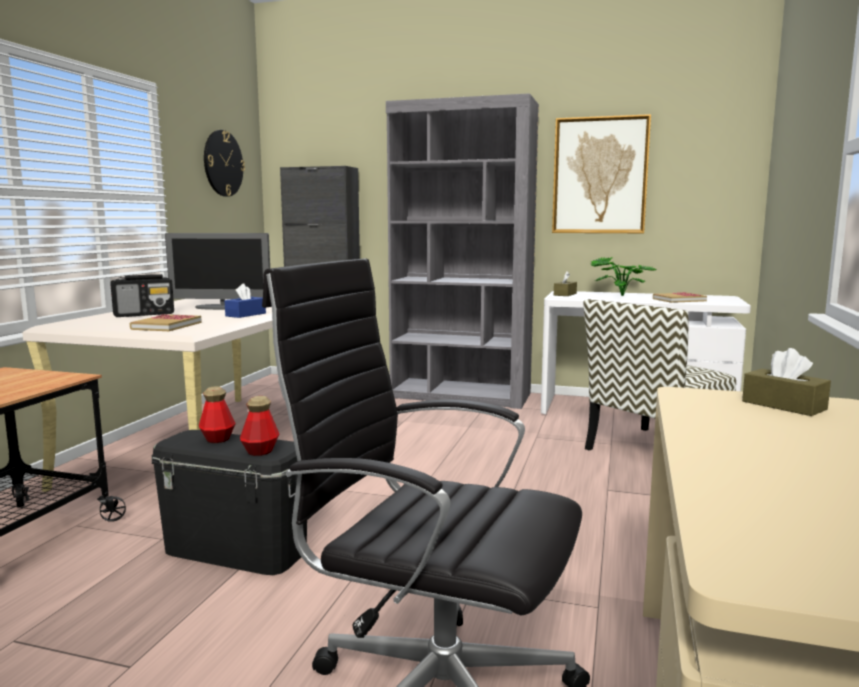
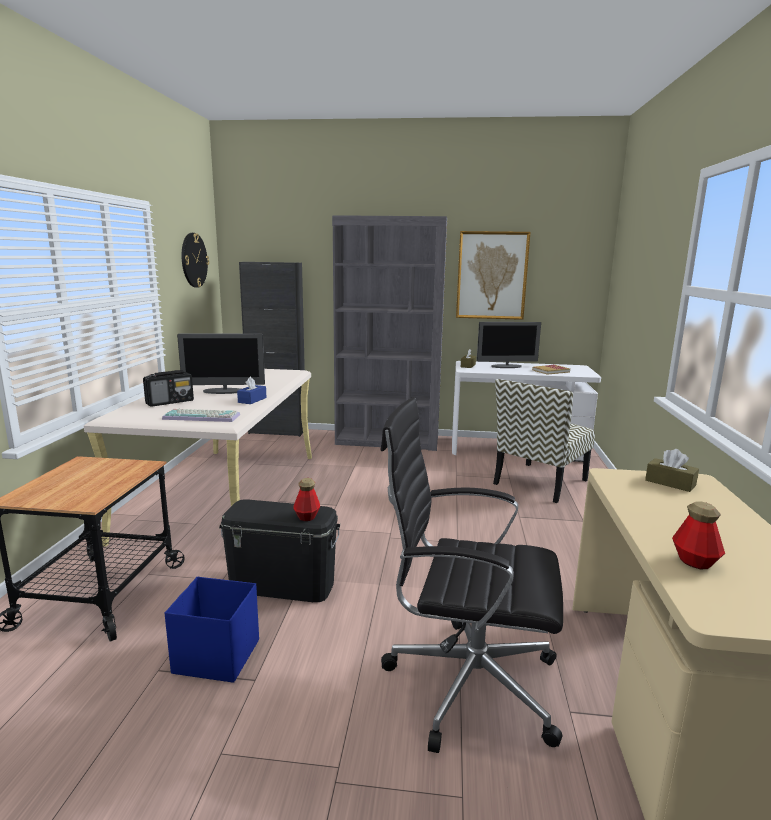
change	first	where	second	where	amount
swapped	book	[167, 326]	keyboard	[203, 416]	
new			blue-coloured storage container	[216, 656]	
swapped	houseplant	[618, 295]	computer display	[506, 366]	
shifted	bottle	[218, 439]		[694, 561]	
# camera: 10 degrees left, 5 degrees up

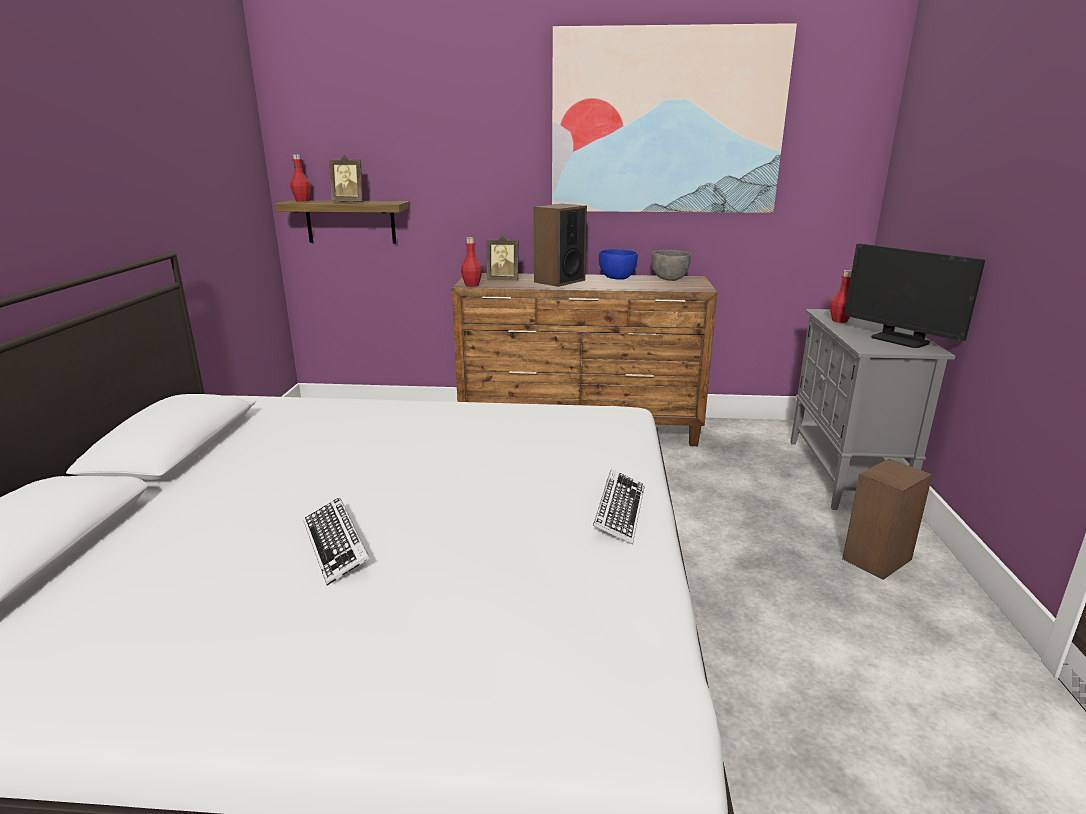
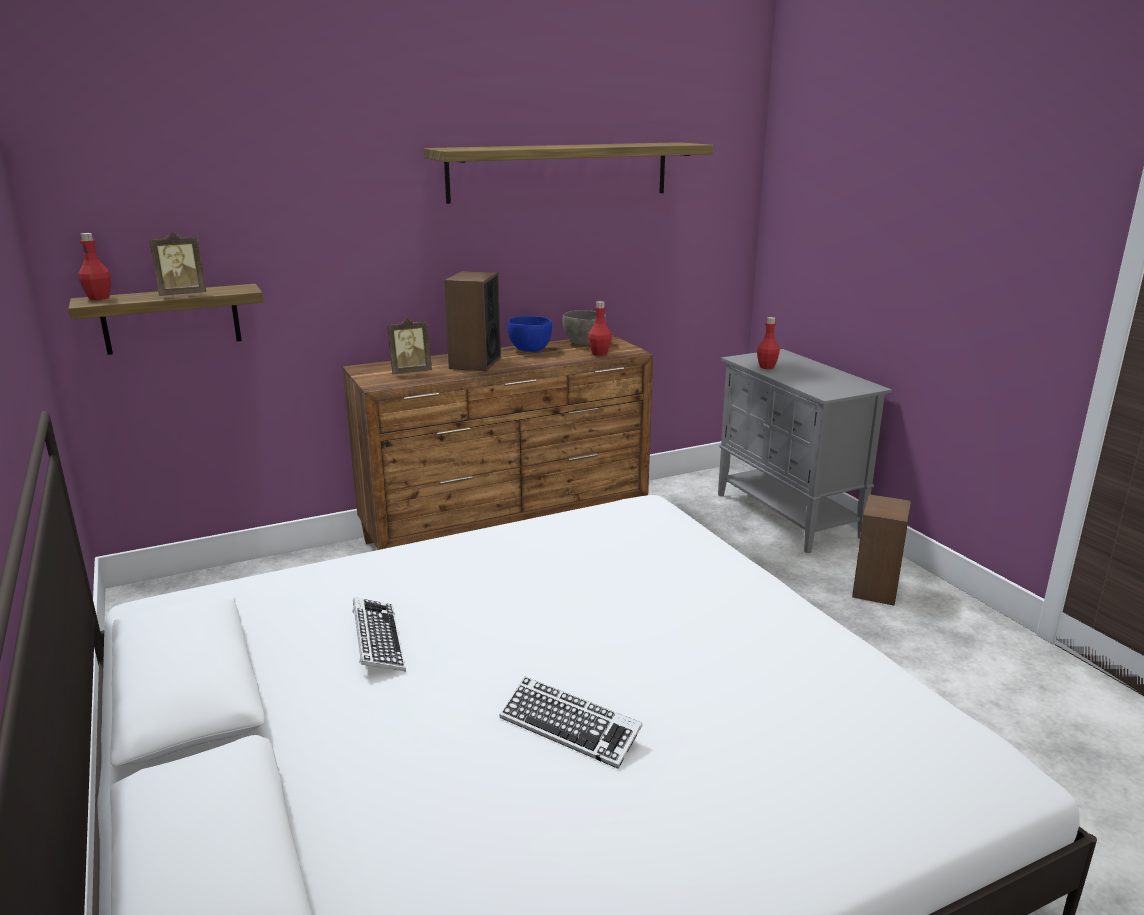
change	first	where	second	where	amount
shifted	keyboard	[619, 511]		[377, 641]	
swapped	wall picture	[666, 122]	bracket shelf	[560, 171]	
shifted	red bottle	[472, 285]		[599, 353]	
gone	computer display	[900, 340]			
# camera: 30 degrees left, 0 degrees up

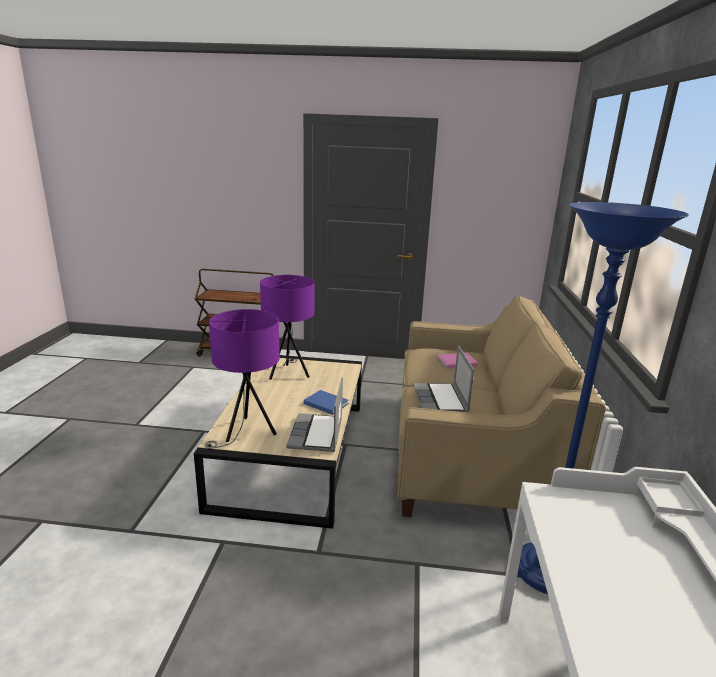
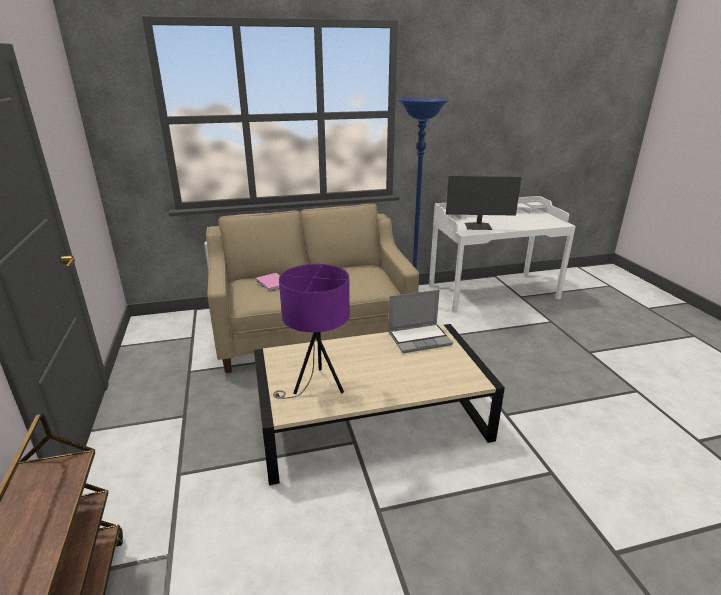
change	first	where	second	where	amount
new			computer display	[478, 226]	
gone	purple-coloured tabletop lamp	[246, 433]			
gone	blue-coloured book	[325, 403]			
gone	portable computer	[441, 400]			
# camera: 110 degrees left, 5 degrees up

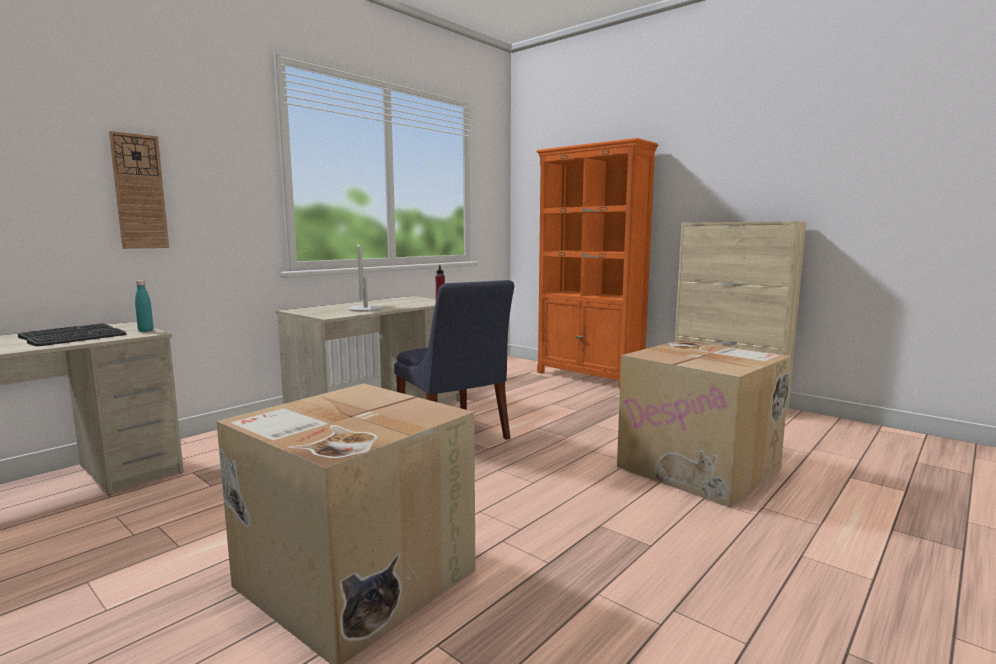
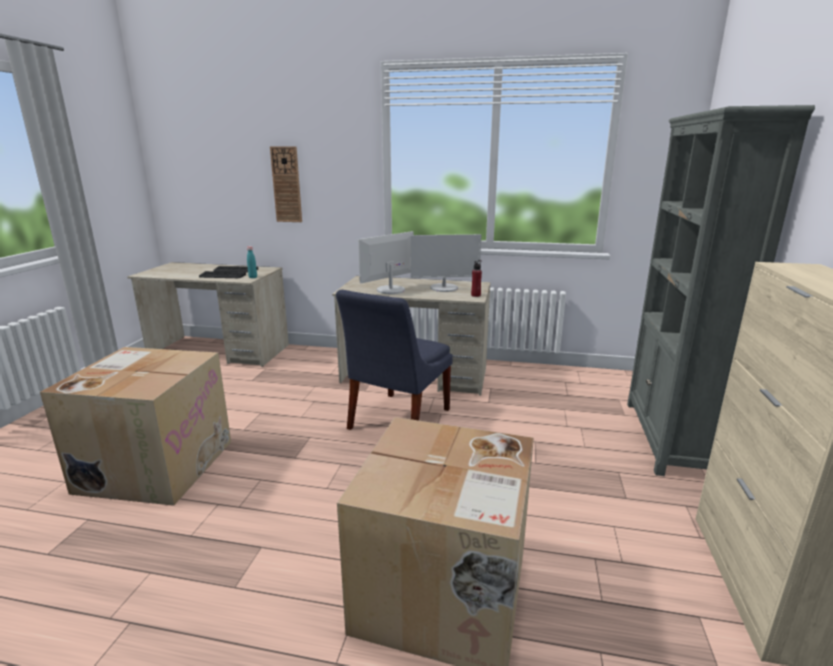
change	first	where	second	where	amount
new			computer display	[444, 288]	
repainted	orange-coloured shelving unit	[589, 377]	greyish shelving unit	[667, 438]	
# camera: 60 degrees right, 10 degrees up

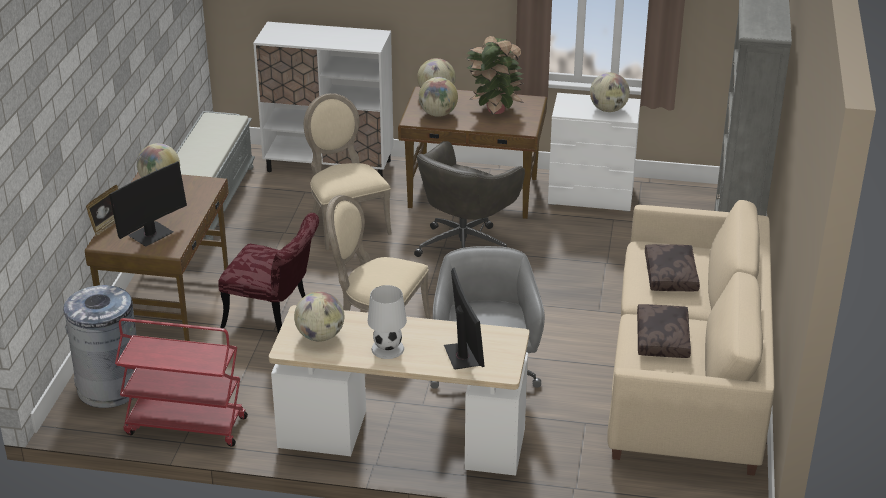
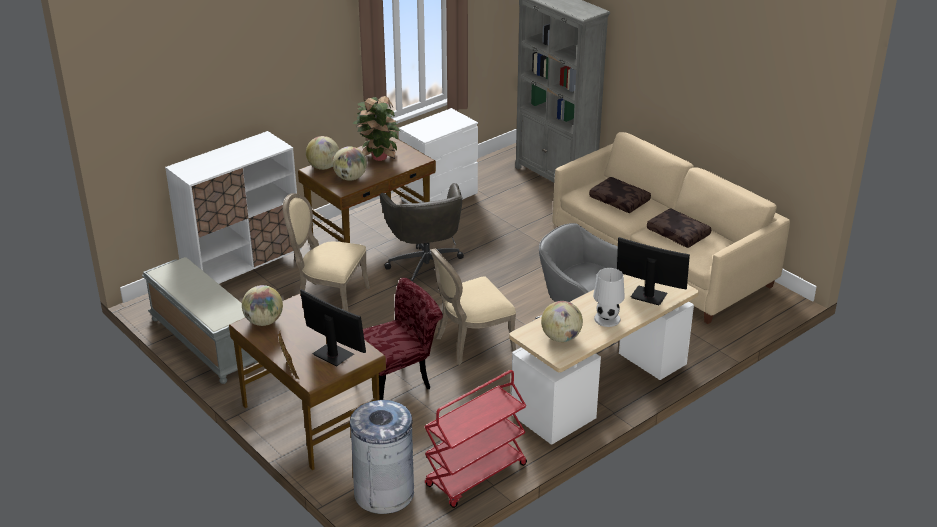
change	first	where	second	where	amount
rotated	computer display	[151, 234]		[333, 354]	45 degrees counterclockwise
gone	world globe	[608, 109]			
# camera: 50 degrees left, 0 degrees up

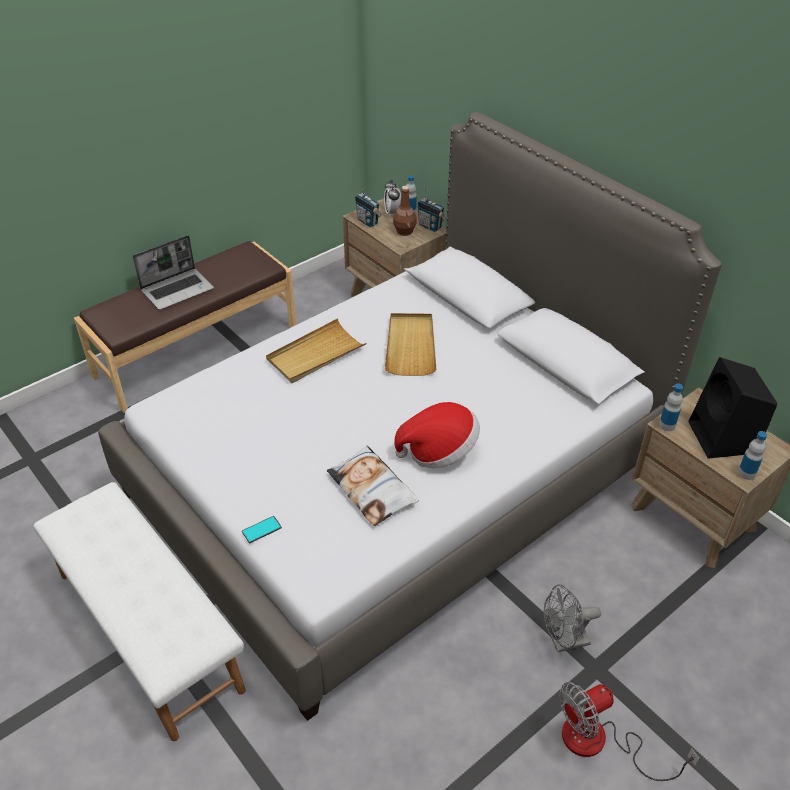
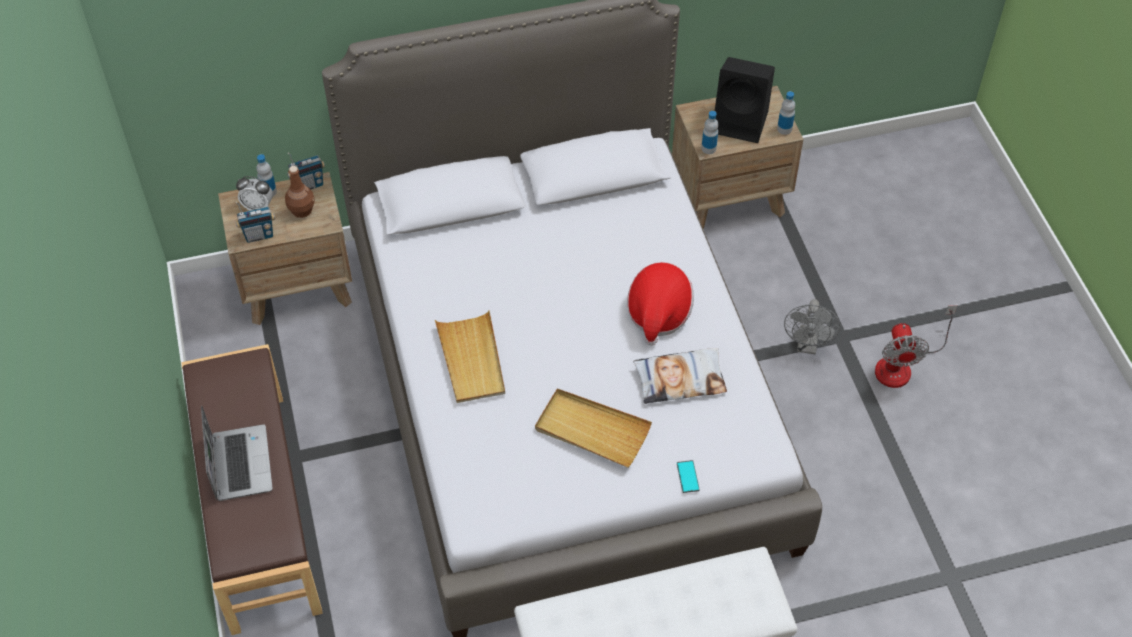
change	first	where	second	where	amount
shifted	sand-coloured carrying tray	[410, 346]		[592, 430]	
# camera: 65 degrees left, 10 degrees up

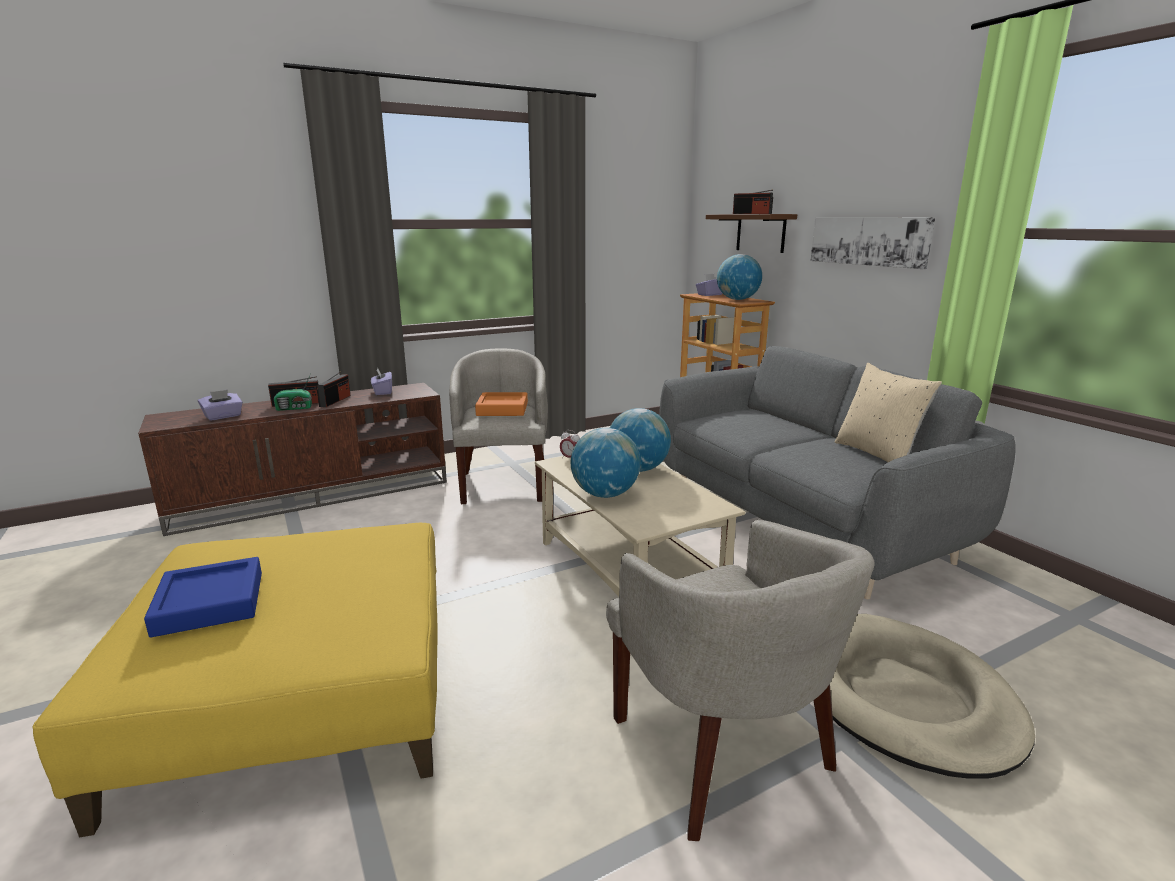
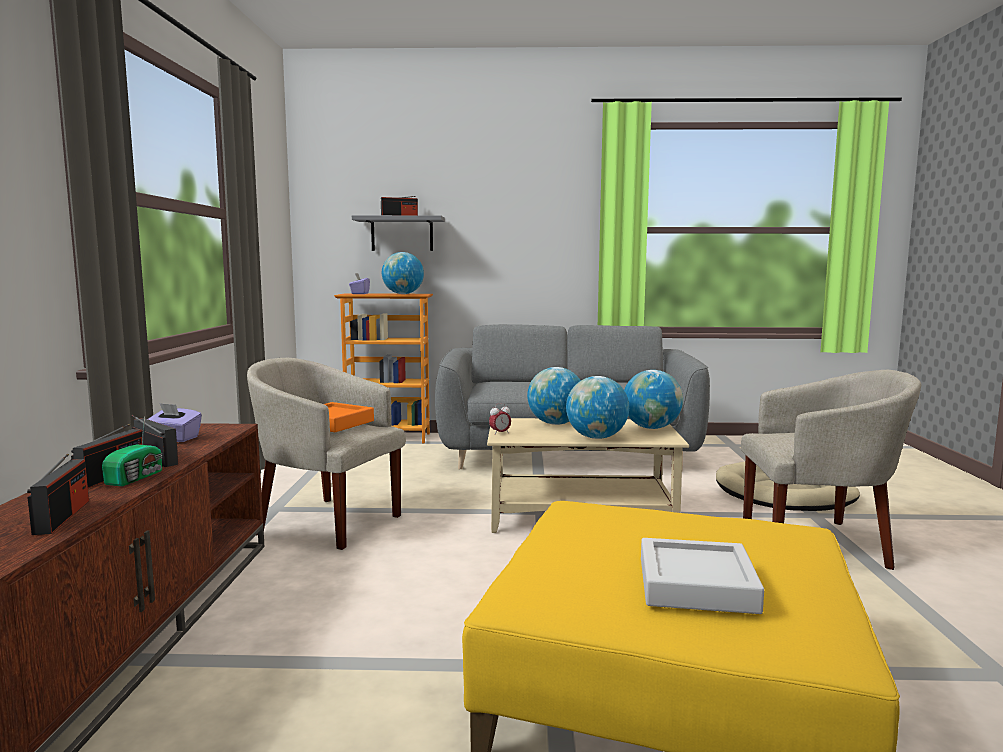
change	first	where	second	where	amount
swapped	purple-coloured tissue holder	[223, 416]	radio set	[62, 516]	
repainted	brown bracket shelf	[760, 233]	greyish bracket shelf	[402, 234]	
new			world globe	[651, 428]	
repainted	blue-coloured carrying tray	[210, 603]	greyish carrying tray	[696, 585]	
gone	wall picture	[869, 241]			
gone	sand-coloured cushion	[878, 454]			
# camera: 60 degrees left, 10 degrees down

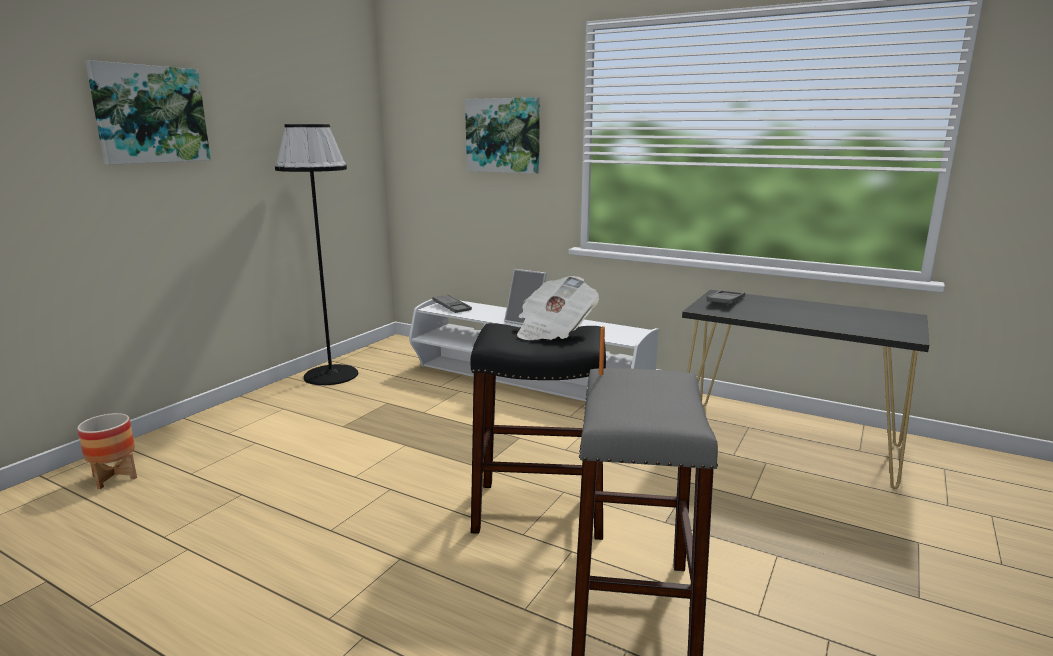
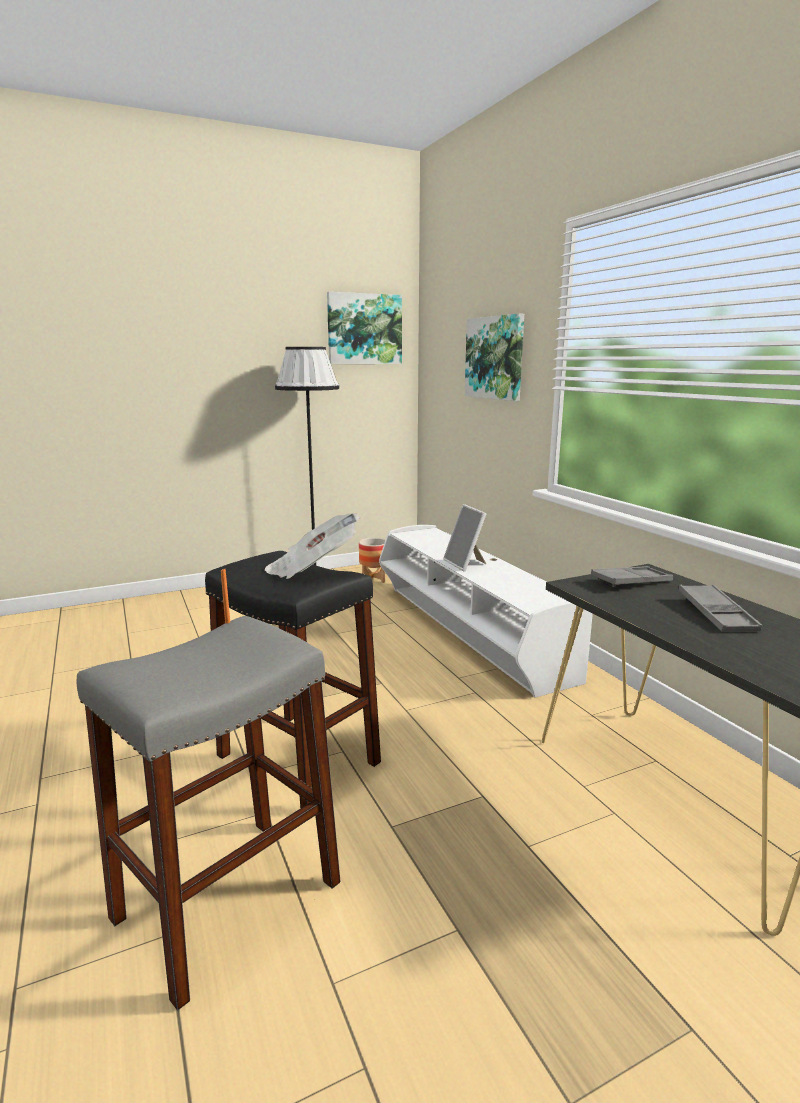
change	first	where	second	where	amount
shifted	wall picture	[150, 114]		[364, 329]	
shifted	flower pot	[115, 477]		[373, 579]	
shifted	greyish carrying tray	[452, 307]		[716, 614]	
# camera: 35 degrees right, 0 degrees up

